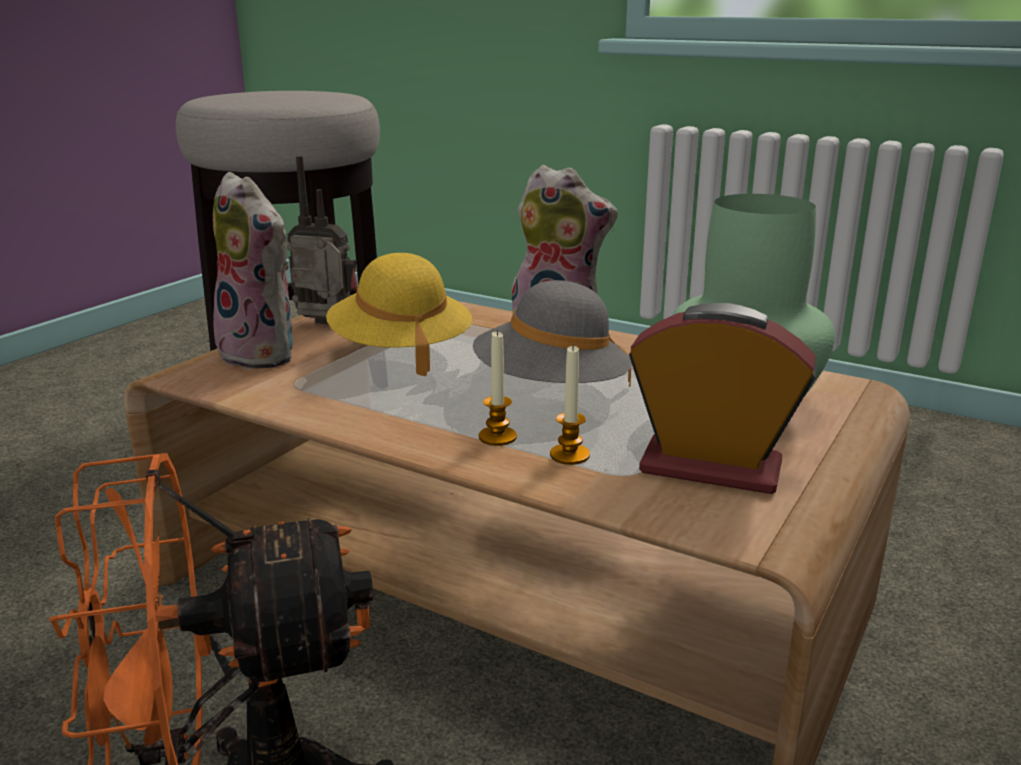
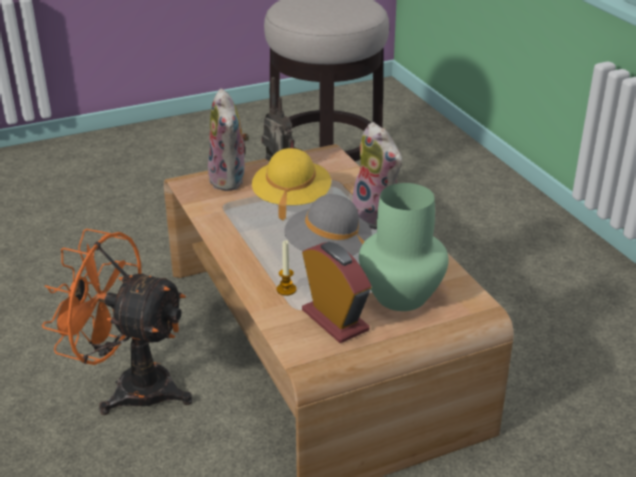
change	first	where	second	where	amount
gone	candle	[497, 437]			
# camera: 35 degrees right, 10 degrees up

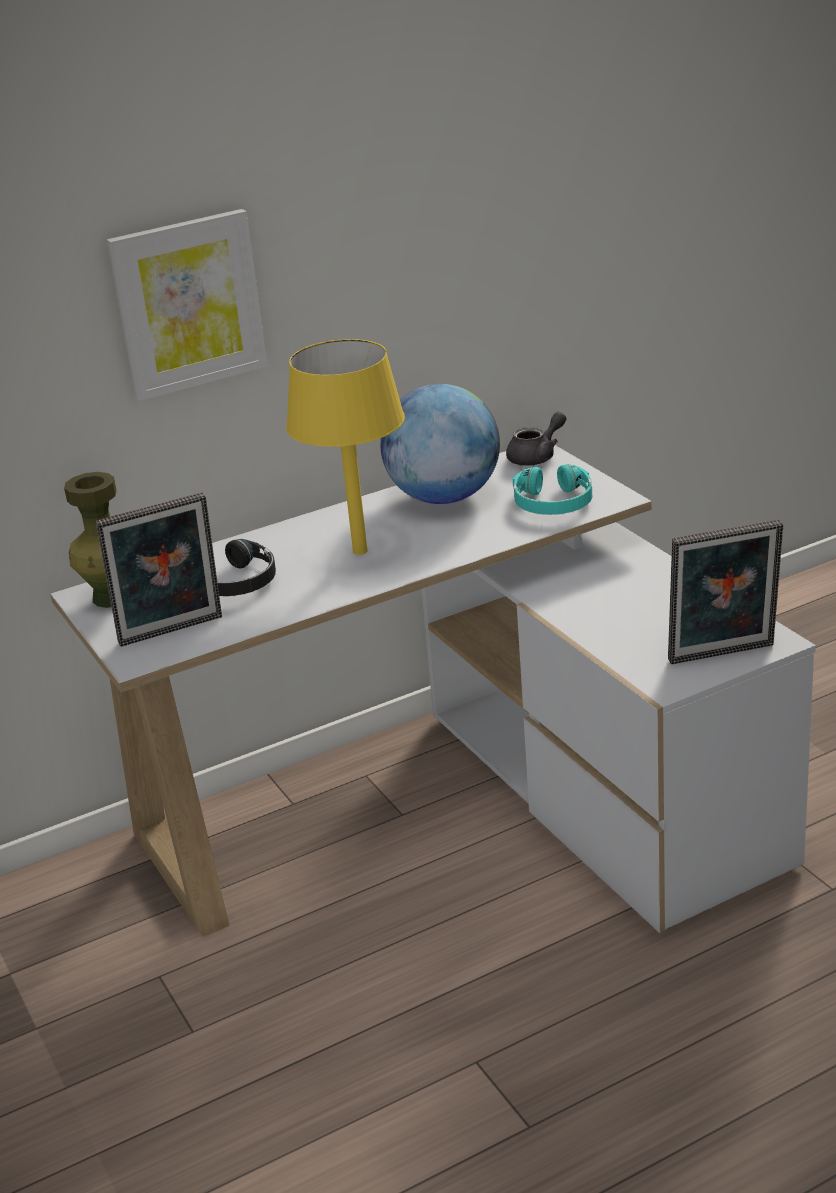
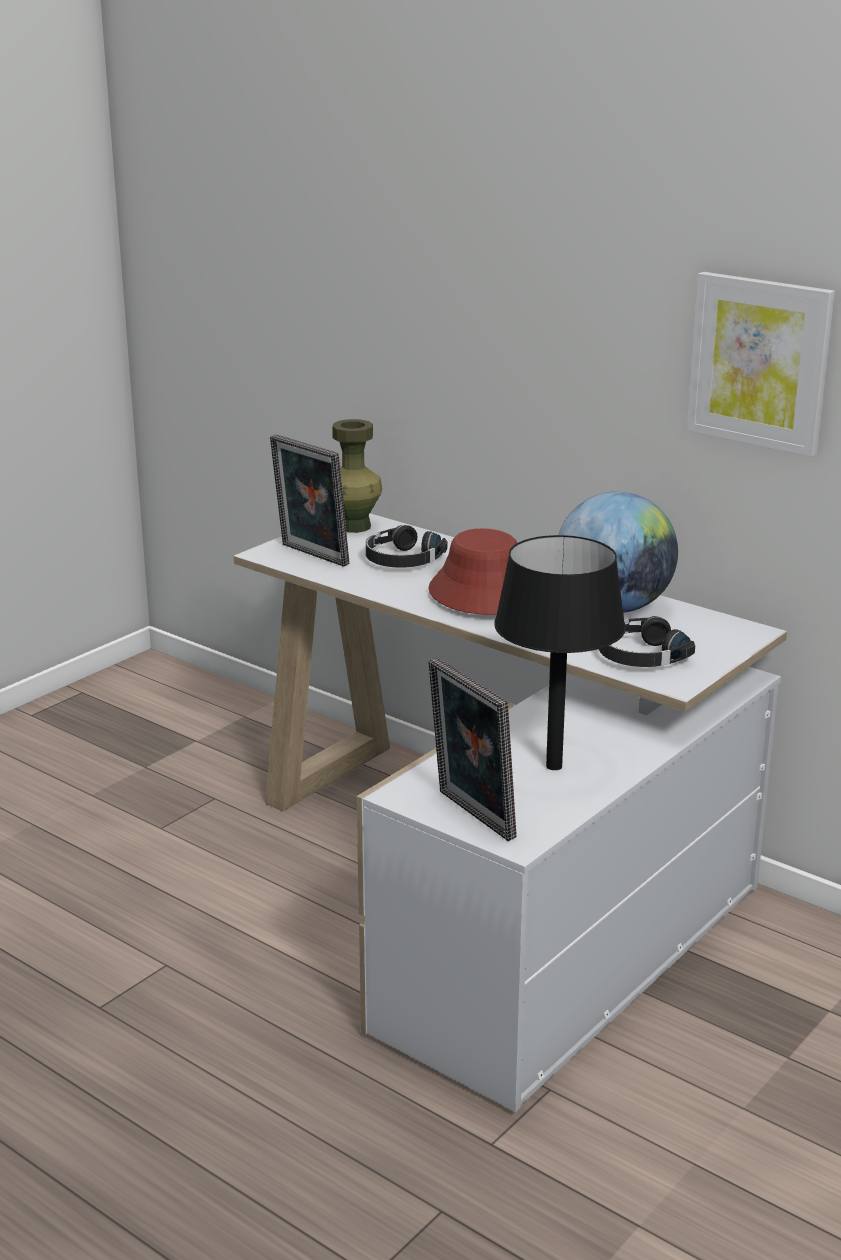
change	first	where	second	where	amount
swapped	yellow tabletop lamp	[359, 551]	red clothing hat	[483, 593]	
new			black tabletop lamp	[553, 766]	
repainted	turquoise-coloured pair of headphones	[553, 503]	black pair of headphones	[640, 656]	
shifted	wall picture	[188, 304]		[760, 362]	
gone	greyish pot for tea	[537, 457]			
# camera: 65 degrees right, 5 degrees down

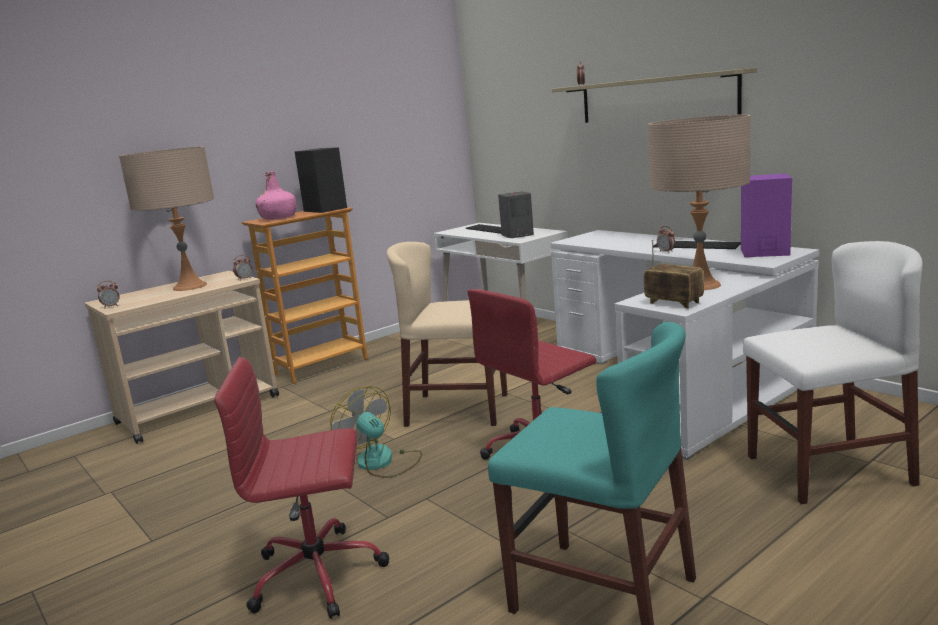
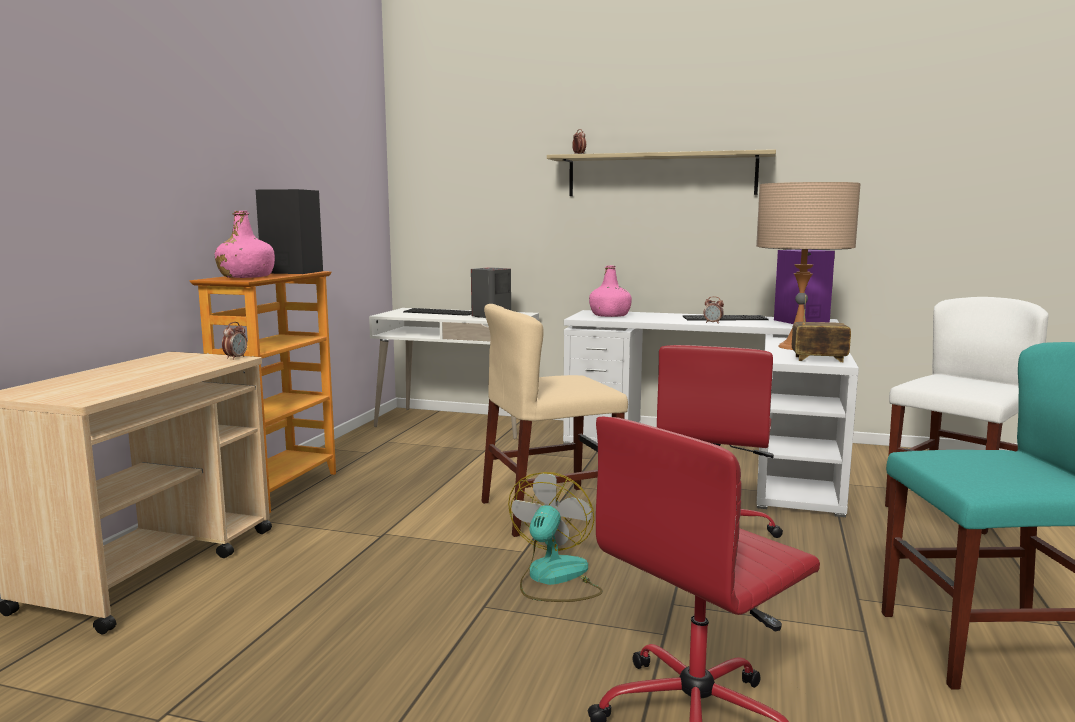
change	first	where	second	where	amount
rotated	fan	[382, 462]		[554, 579]	90 degrees clockwise
new			pinkish bottle	[610, 315]	
gone	bedside clock	[111, 306]			
gone	sand-coloured tabletop lamp	[190, 286]			
# camera: 35 degrees left, 5 degrees down

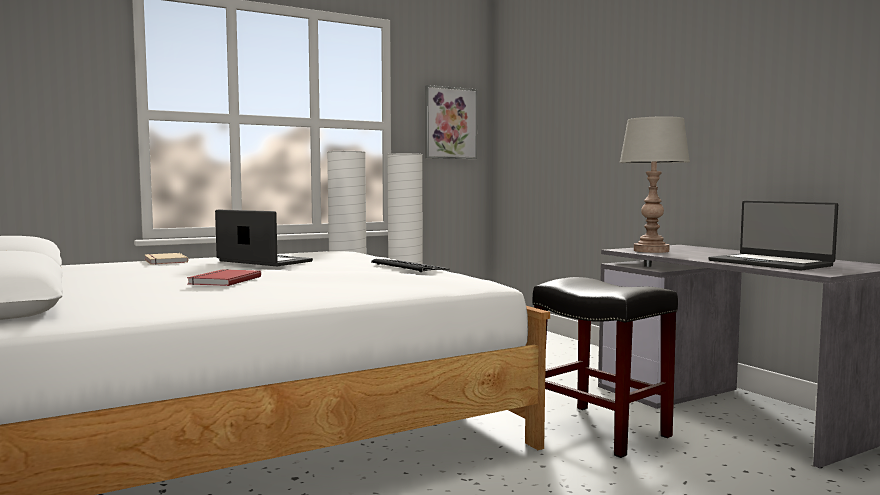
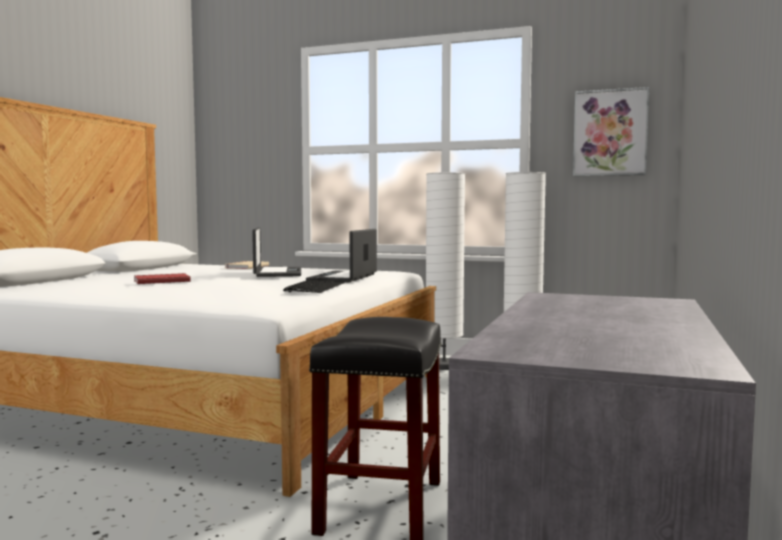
change	first	where	second	where	amount
shifted	portable computer	[770, 263]		[344, 277]	
gone	greyish tabletop lamp	[651, 251]			
# camera: 50 degrees right, 0 degrees up

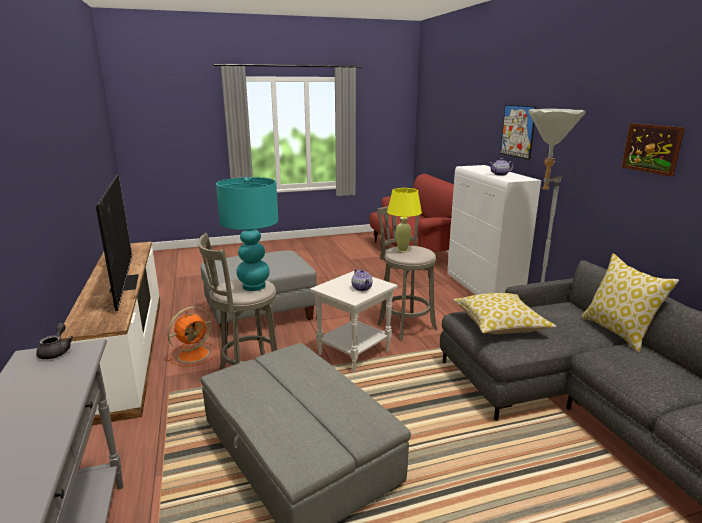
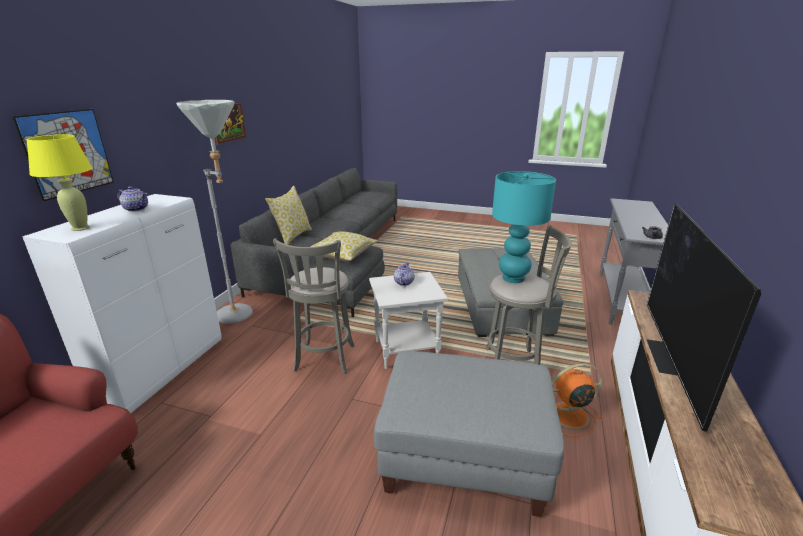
change	first	where	second	where	amount
shifted	yellow tabletop lamp	[402, 250]		[80, 228]	
# camera: 145 degrees left, 5 degrees up

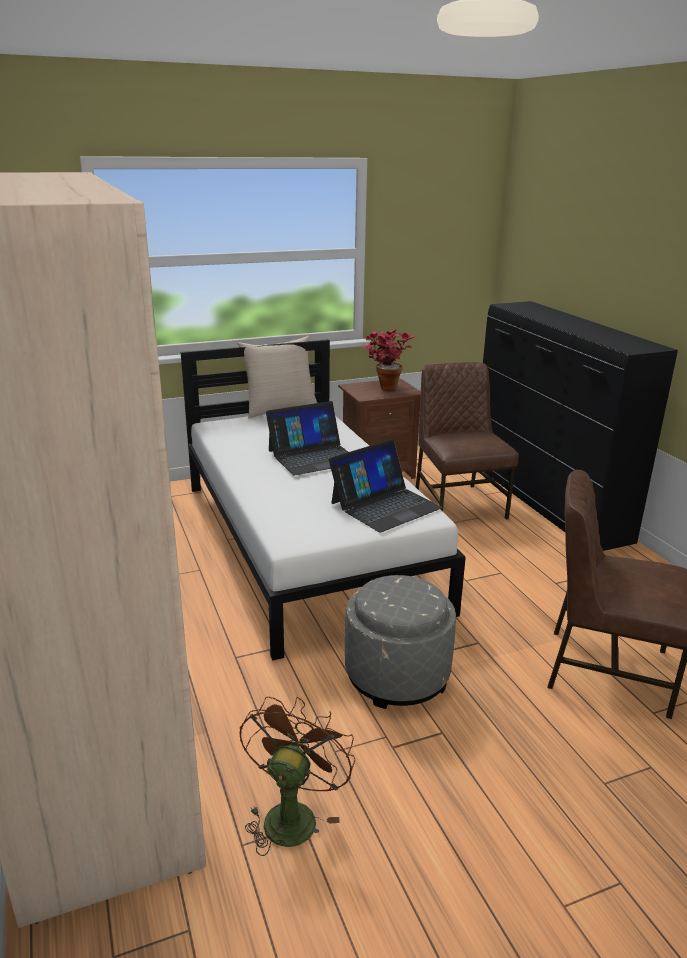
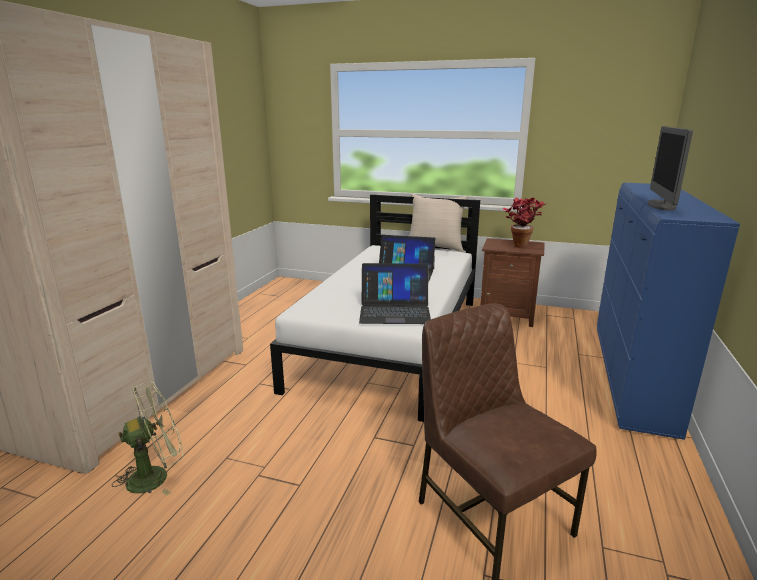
change	first	where	second	where	amount
repainted	brown fan	[292, 814]	green fan	[156, 476]	
repainted	black chest of drawers	[545, 503]	blue-coloured chest of drawers	[629, 377]	
new			computer display	[661, 206]	
gone	greyish footrest	[397, 675]			
gone	brown plain chair	[458, 504]			
# camera: 40 degrees right, 5 degrees down

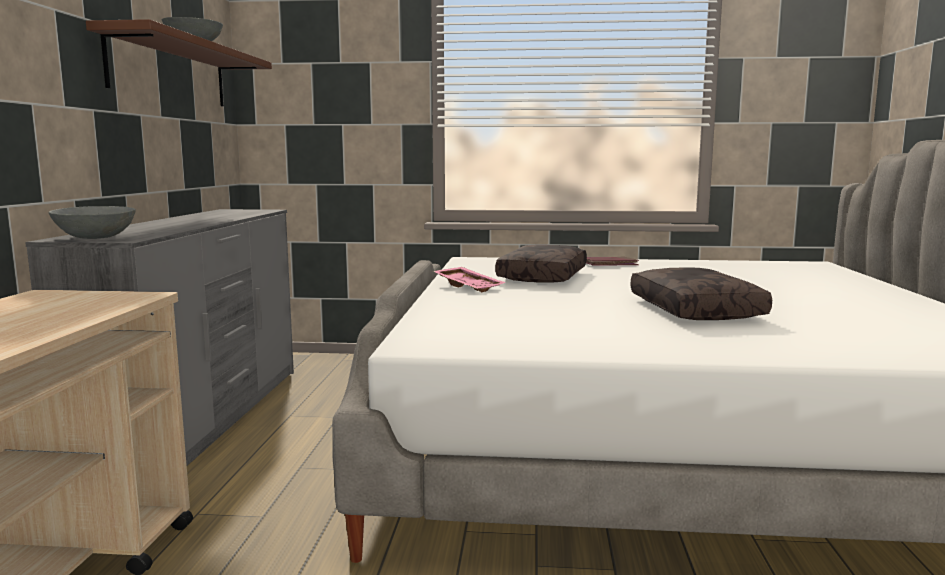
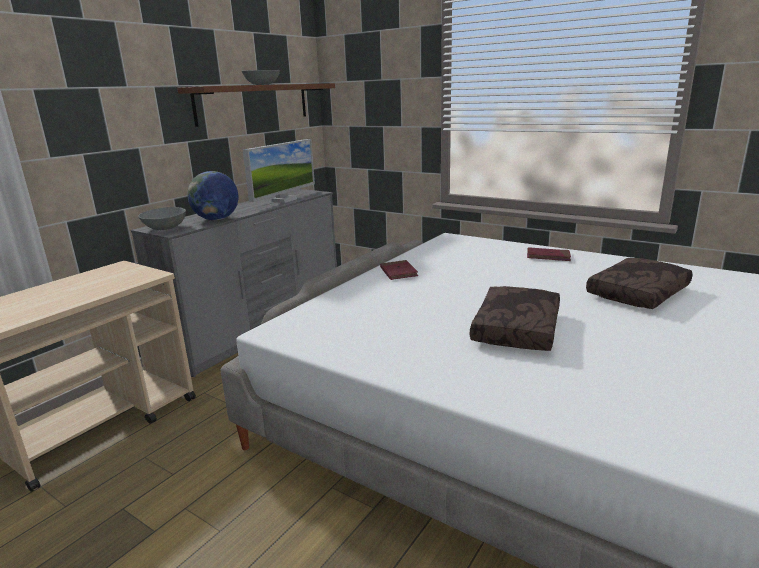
change	first	where	second	where	amount
new			world globe	[216, 219]	
new			computer display	[284, 200]	
swapped	pinkish carrying tray	[469, 287]	red book	[398, 272]	
shifted	brown cushion	[544, 277]		[639, 294]	
# camera: 30 degrees right, 10 degrees up

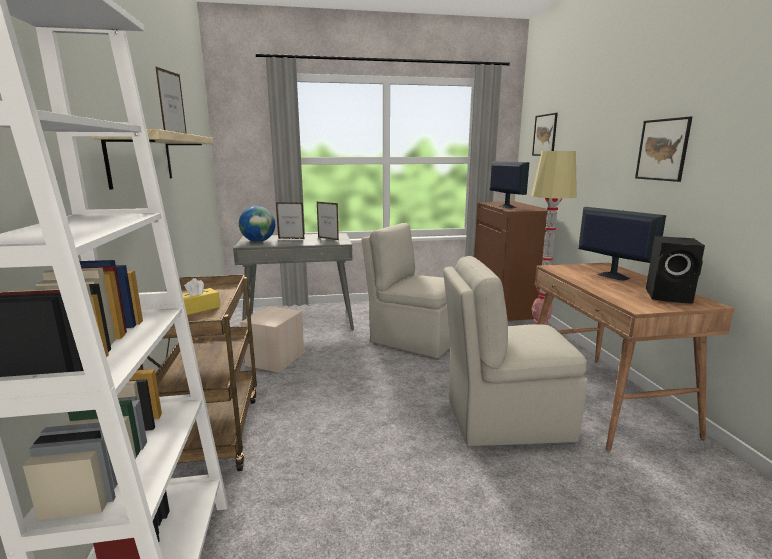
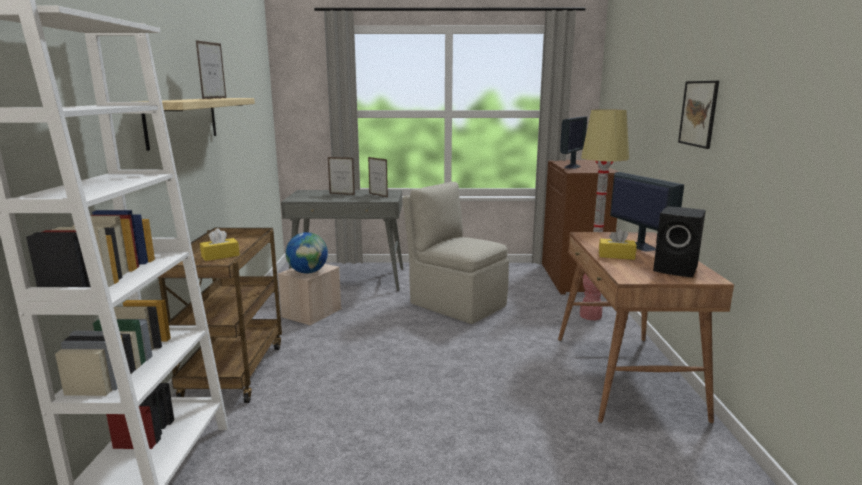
change	first	where	second	where	amount
shifted	world globe	[258, 241]		[308, 272]	
rotated	computer display	[506, 207]		[572, 167]	45 degrees clockwise
new			yellow tissue holder	[616, 256]	
gone	sand-coloured plain chair	[504, 419]			
gone	wall picture	[545, 135]			
# camera: 10 degrees right, 0 degrees up

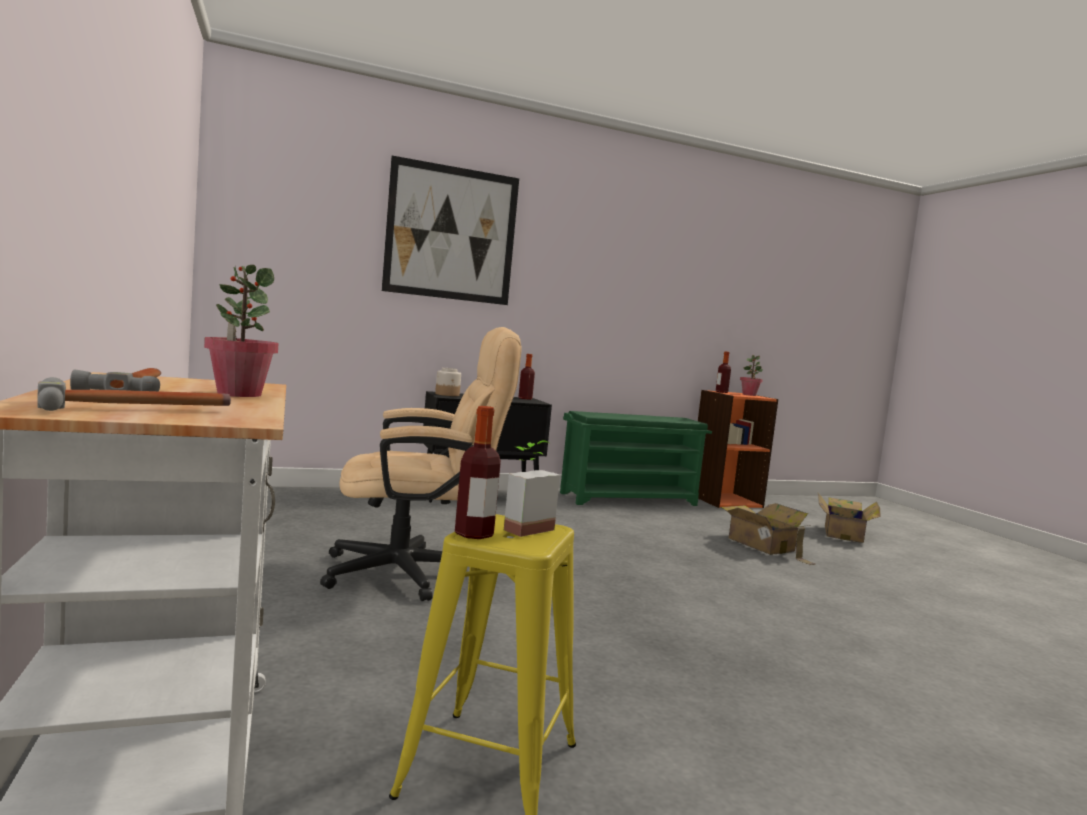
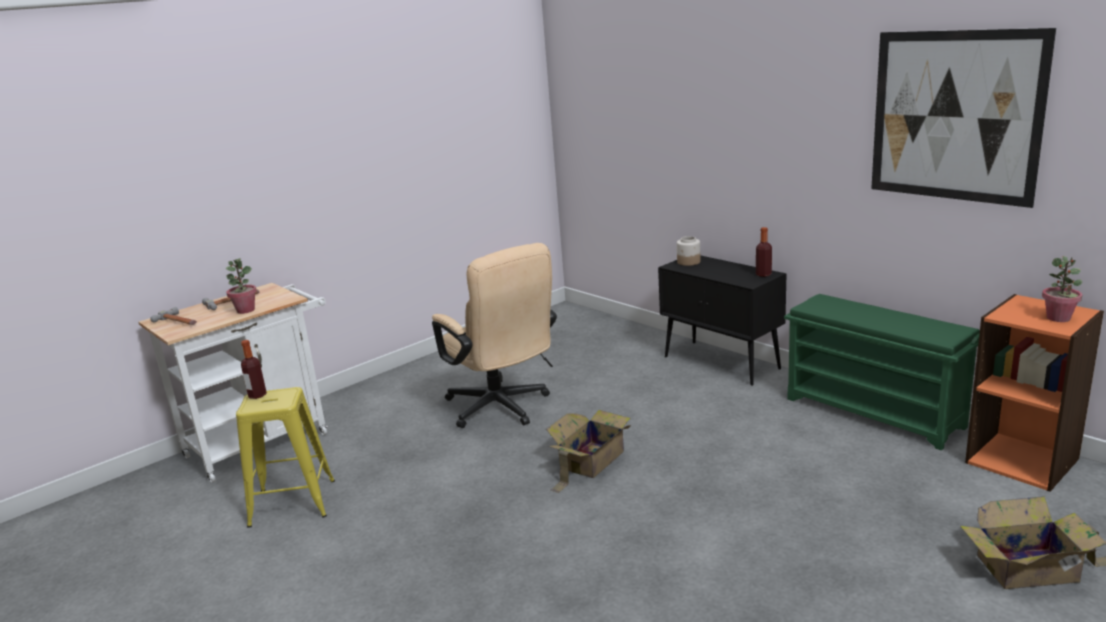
change	first	where	second	where	amount
shifted	carton	[763, 546]		[589, 461]	
shifted	wall picture	[451, 233]		[954, 116]	
gone	houseplant	[522, 527]			
gone	bottle	[721, 392]			
# camera: 70 degrees right, 15 degrees up

